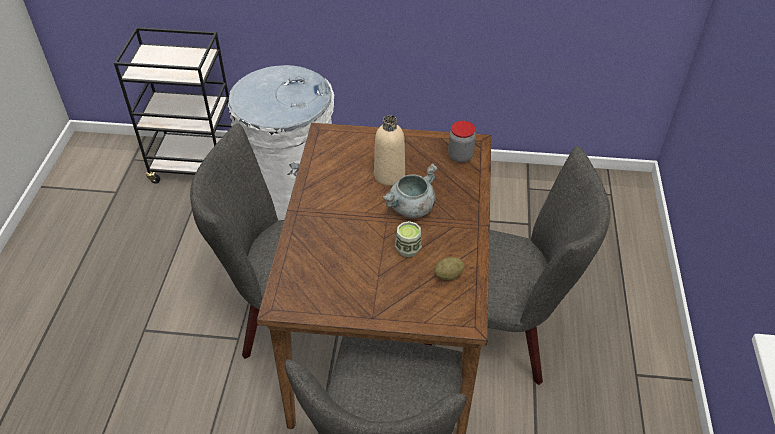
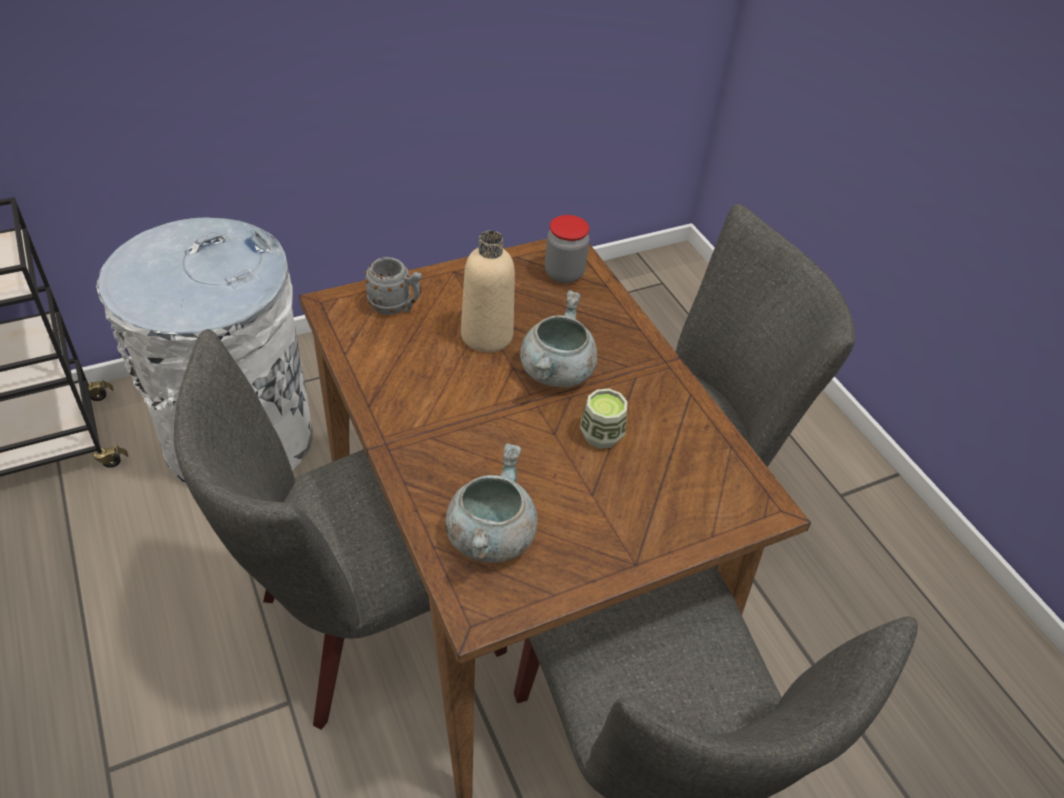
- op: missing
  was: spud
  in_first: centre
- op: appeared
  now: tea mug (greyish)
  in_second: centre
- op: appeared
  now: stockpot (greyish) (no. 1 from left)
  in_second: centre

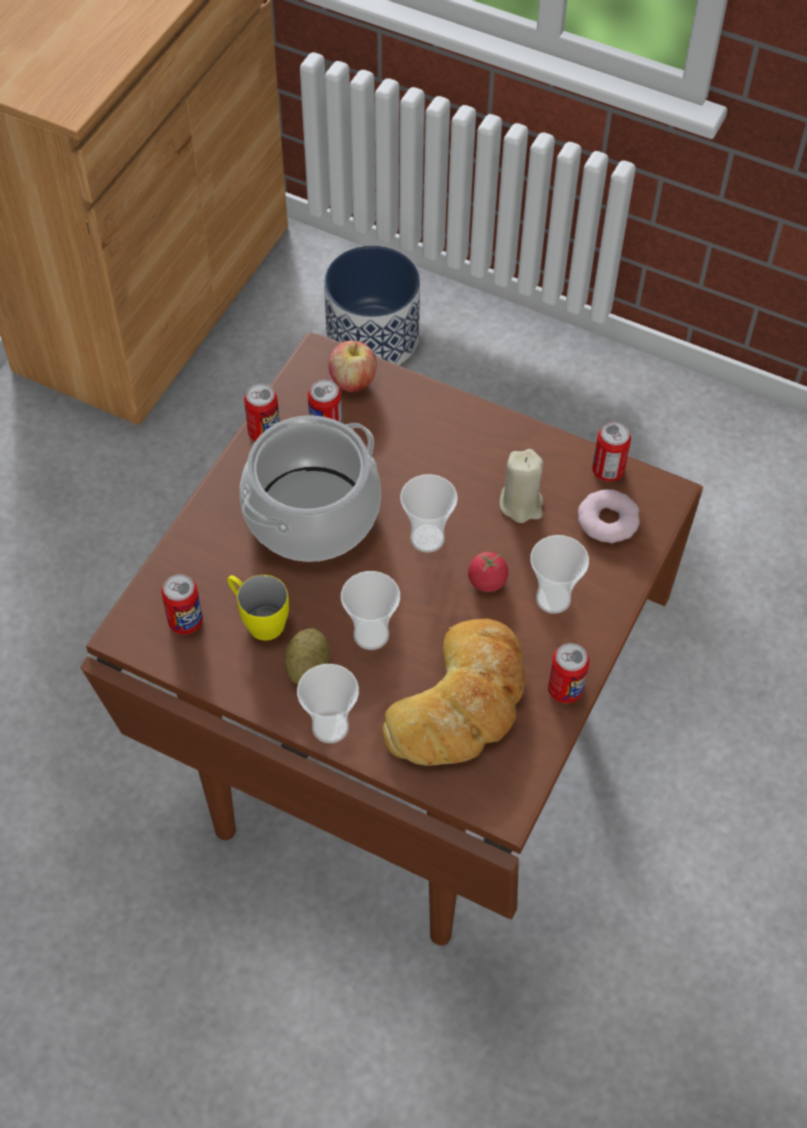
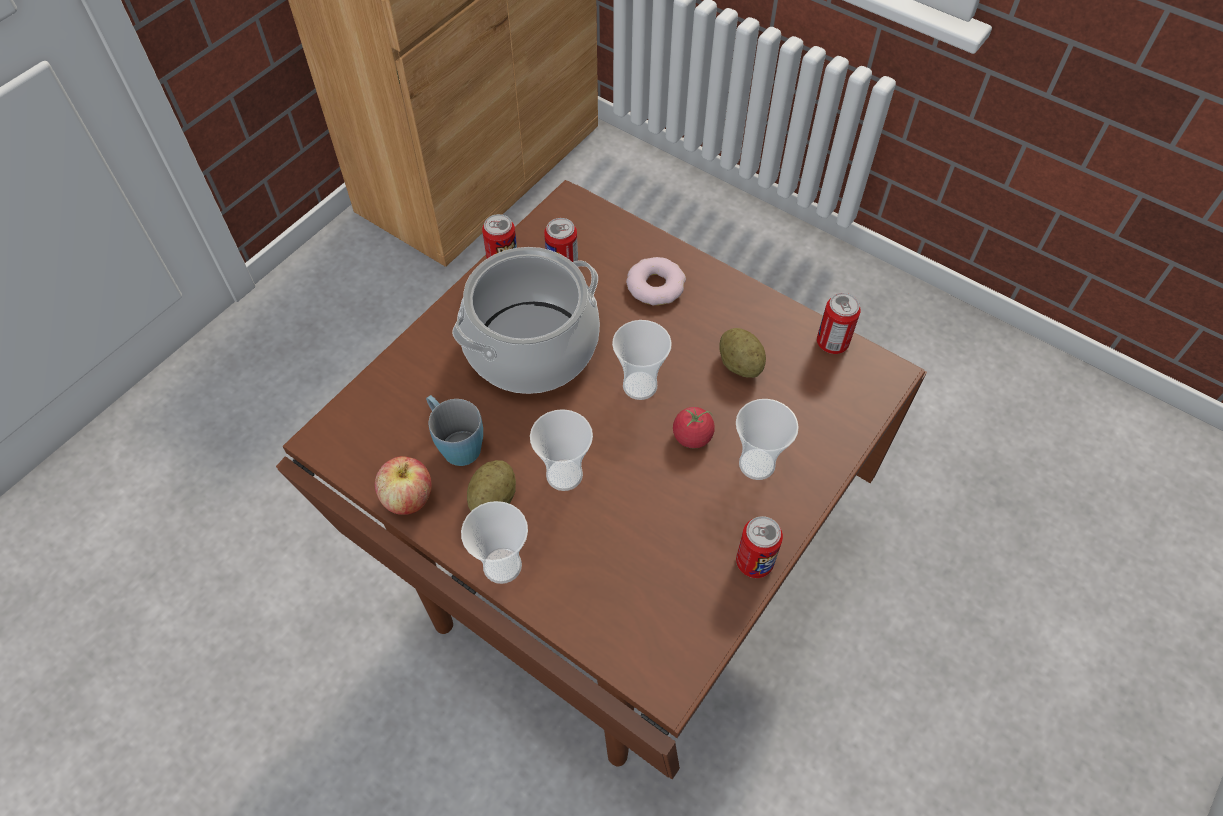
- op: missing
  was: flower pot
  in_first: top centre
- op: relocated
  was: whole apple
  in_first: top centre
  in_second: middle left
- op: exchanged
  was: candle (beige)
  now: spud (no. 2 from left)
  in_first: centre
  in_second: centre
- op: relocated
  was: ring doughnut
  in_first: middle right
  in_second: centre
- op: missing
  was: metal can (no. 1 from left)
  in_first: middle left
- op: colour
  was: tea mug (yellowish)
  now: tea mug (bluish)
  in_first: middle left
  in_second: centre
- op: missing
  was: baked bread
  in_first: centre

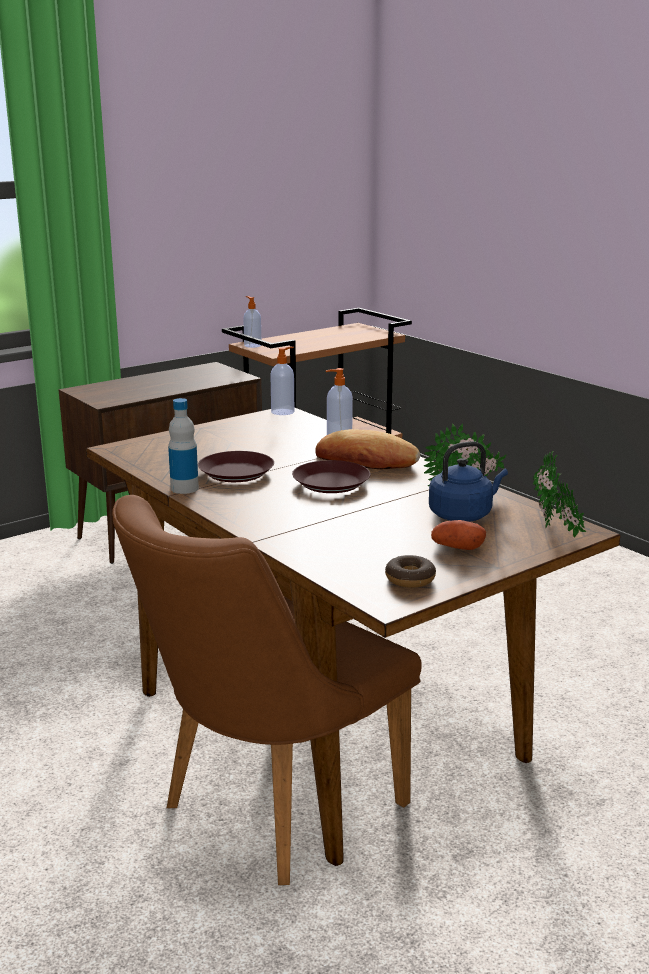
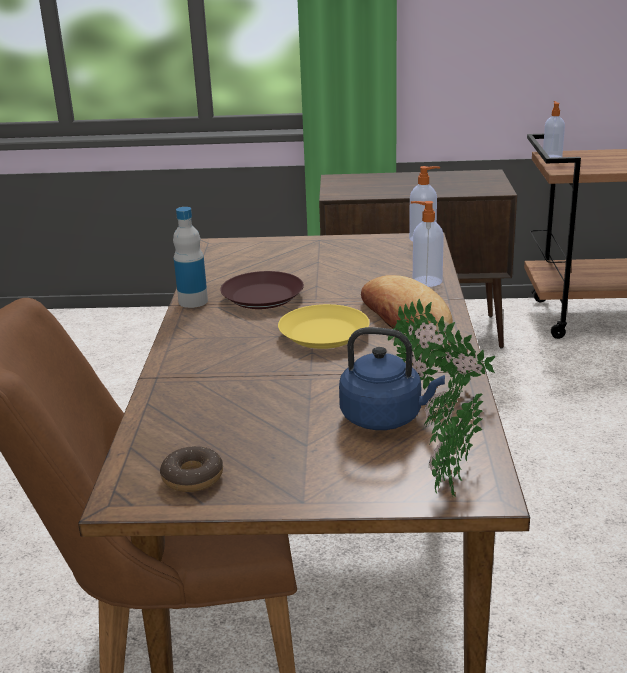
- op: colour
  was: flat dish (brown) (no. 2 from left)
  now: flat dish (yellowish)
  in_first: centre
  in_second: centre
- op: missing
  was: spud
  in_first: middle right

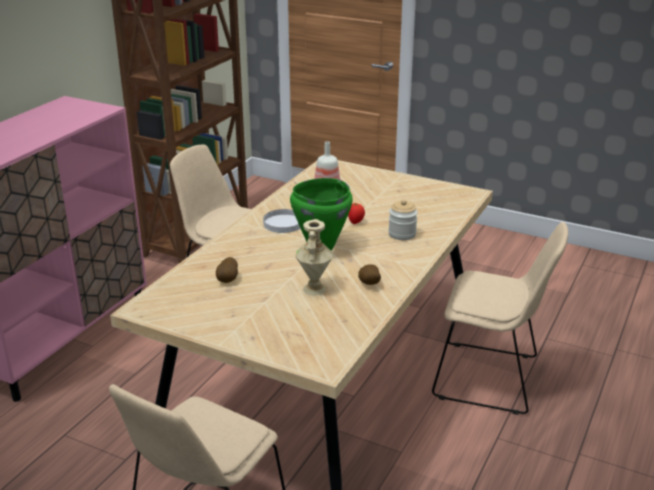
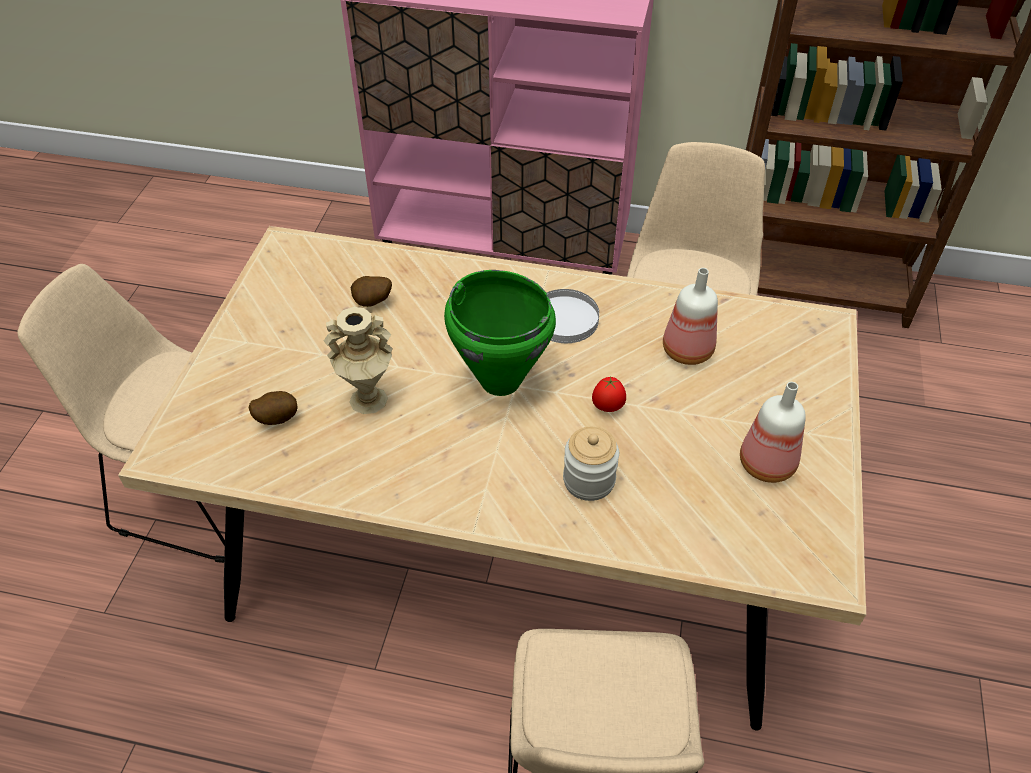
- op: relocated
  was: spud (no. 2 from left in the first image)
  now: spud (no. 1 from left)
  in_first: centre
  in_second: middle left
- op: appeared
  now: beverage bottle (no. 2 from left)
  in_second: middle right

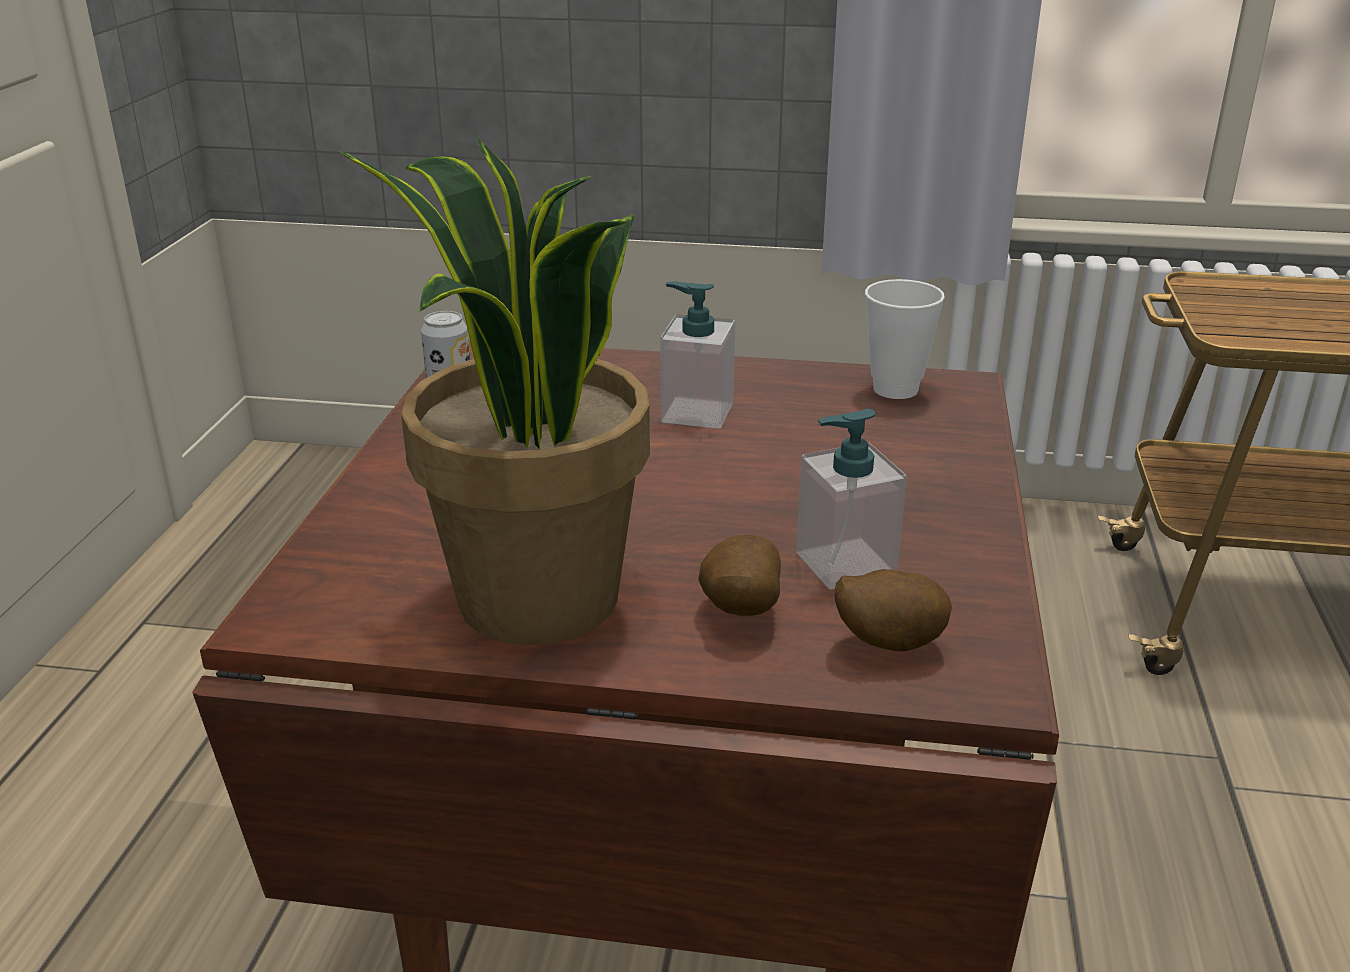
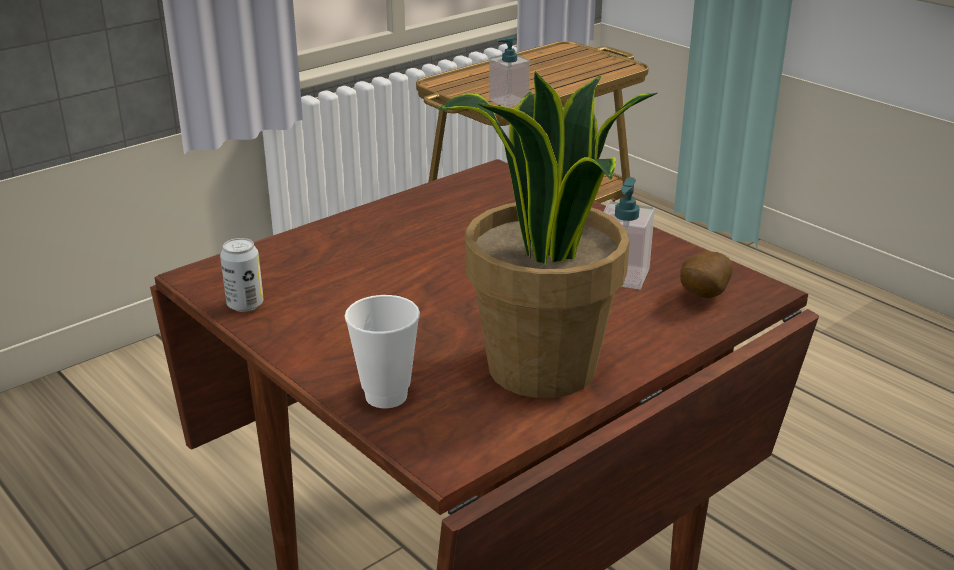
- op: relocated
  was: small cup
  in_first: middle right
  in_second: centre
- op: relocated
  was: liquid soap bottle (no. 1 from left)
  in_first: centre
  in_second: top centre
- op: missing
  was: spud (no. 1 from left)
  in_first: centre

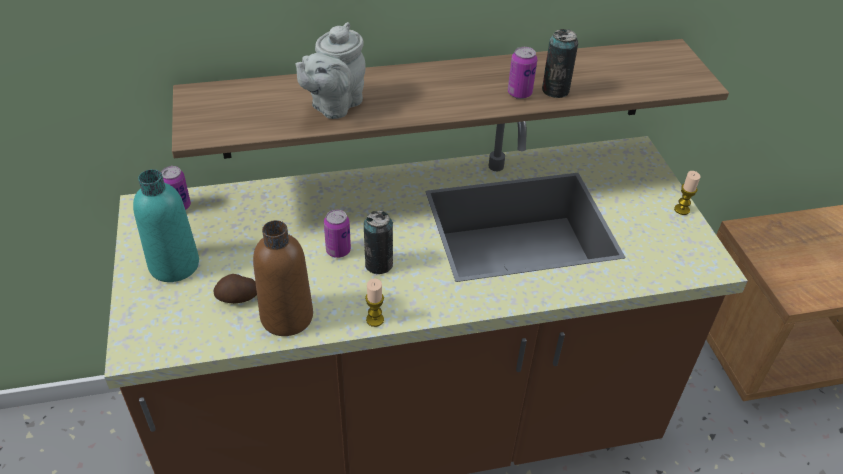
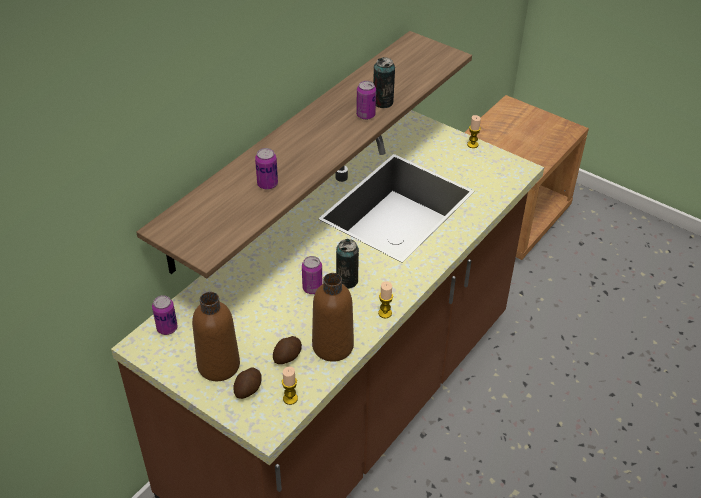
- op: exchanged
  was: teapot (greyish)
  now: metal can (no. 2 from left)
  in_first: top centre
  in_second: centre
- op: colour
  was: beverage bottle (turquoise-coloured)
  now: beverage bottle (brown) (no. 1 from left)
  in_first: middle left
  in_second: bottom left
- op: appeared
  now: candle (no. 1 from left)
  in_second: bottom centre
- op: appeared
  now: spud (no. 1 from left)
  in_second: bottom centre

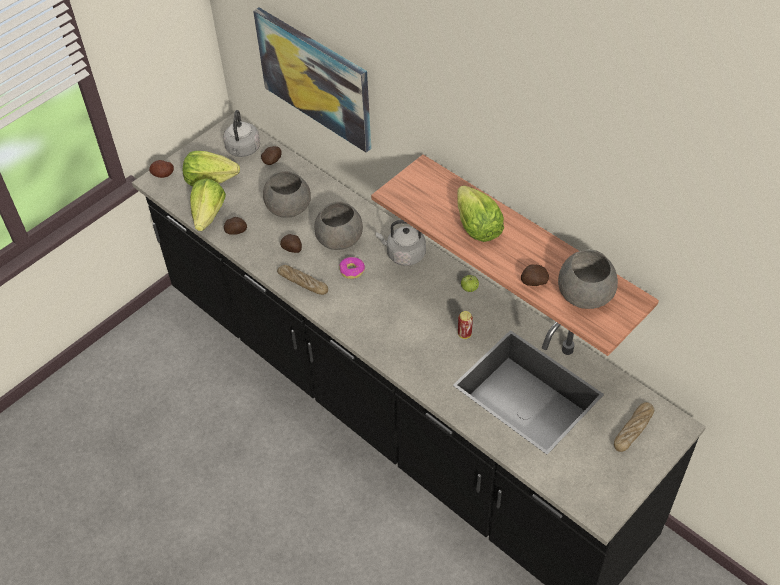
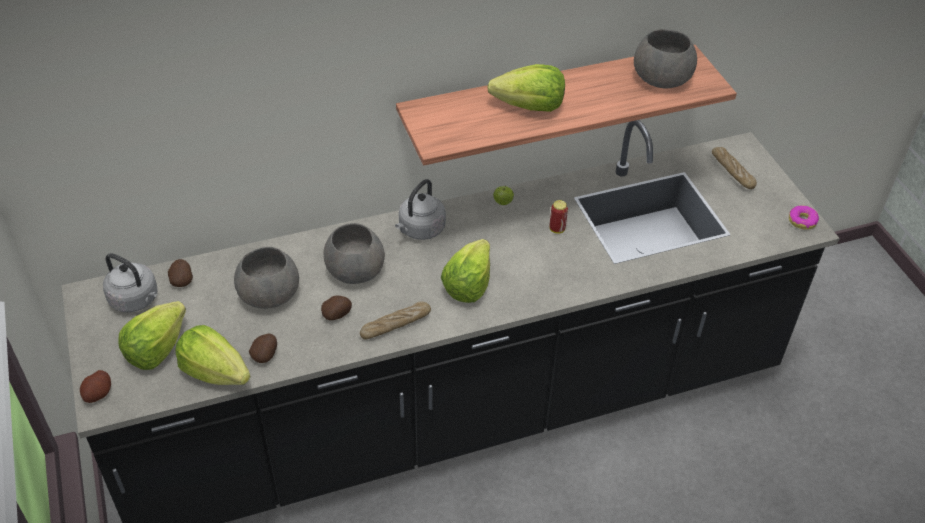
- op: missing
  was: wall art
  in_first: top centre
- op: relocated
  was: ring doughnut
  in_first: centre
  in_second: middle right
- op: missing
  was: spud (no. 5 from left)
  in_first: middle right
- op: appeared
  now: lettuce (no. 3 from left)
  in_second: centre

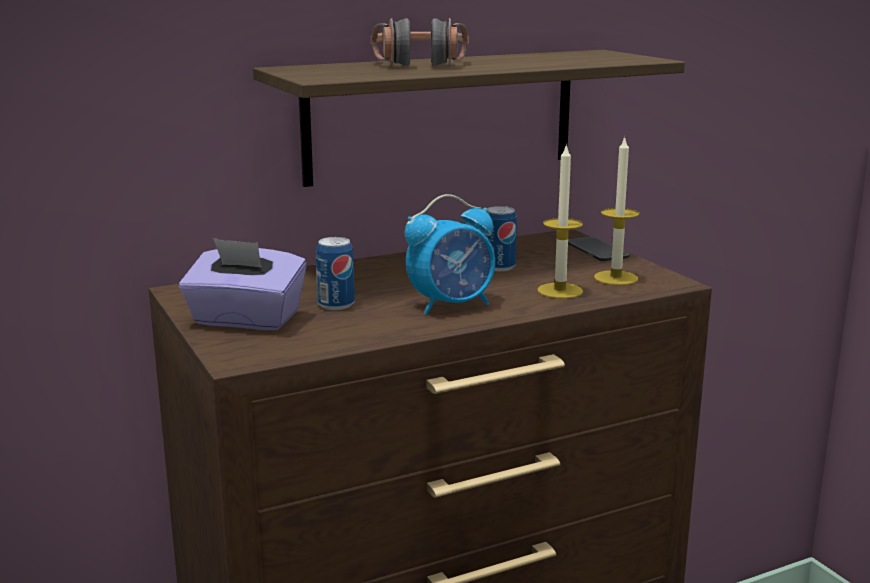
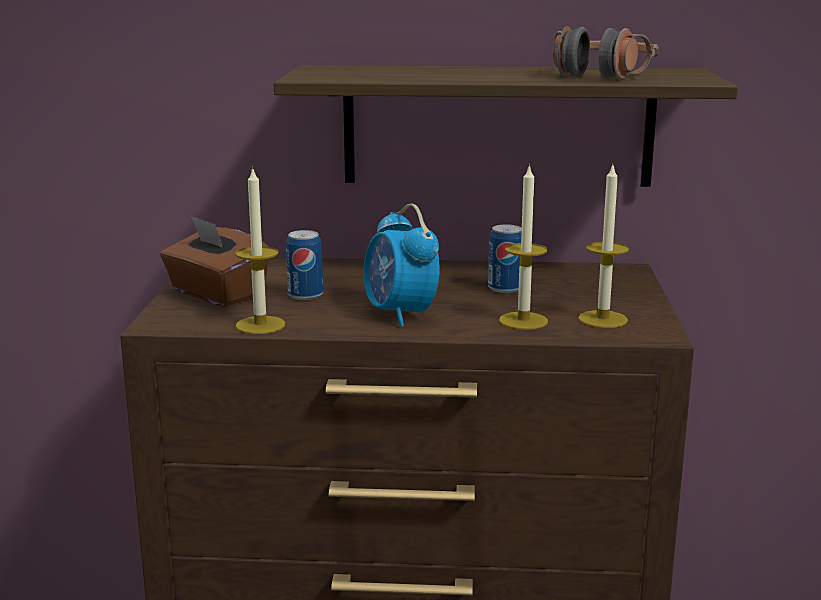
- op: relocated
  was: headset
  in_first: top centre
  in_second: top right
- op: spun
  was: table clock
  in_first: centre
  in_second: centre
  clockwise: 60
- op: missing
  was: phone
  in_first: middle right
- op: colour
  was: box of tissues (purplish)
  now: box of tissues (brown)
  in_first: middle left
  in_second: middle left
- op: appeared
  now: candle (no. 1 from left)
  in_second: middle left

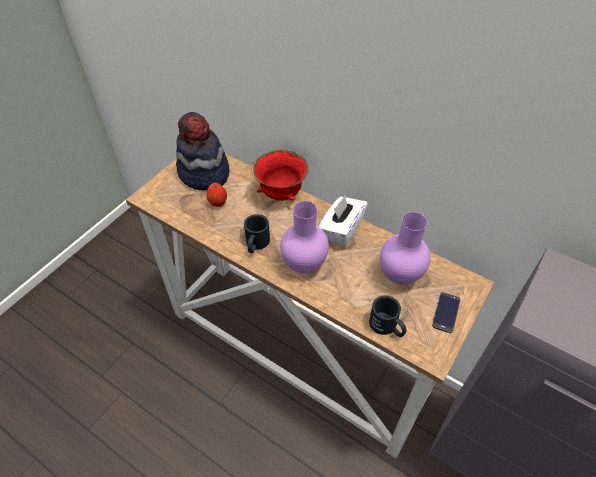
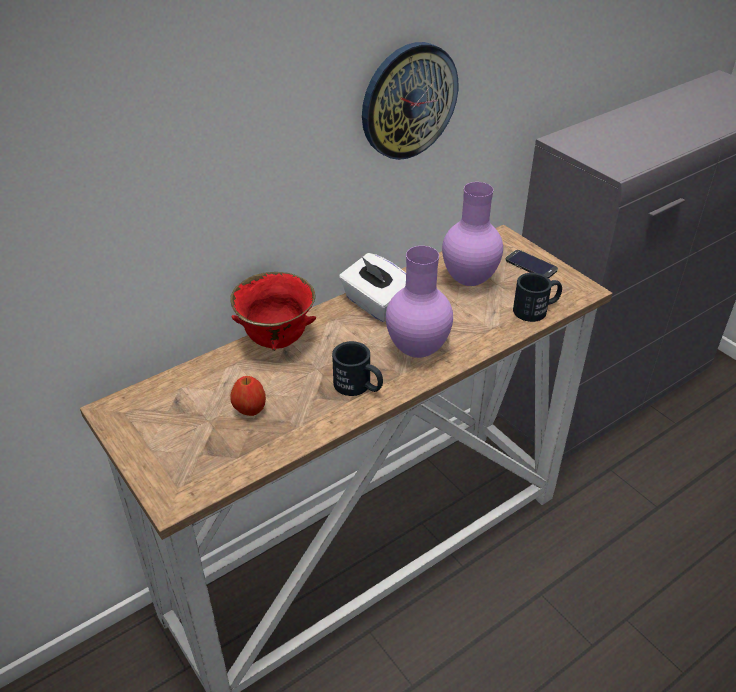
- op: missing
  was: clothing hat
  in_first: top centre
- op: appeared
  now: hanging clock
  in_second: top centre

